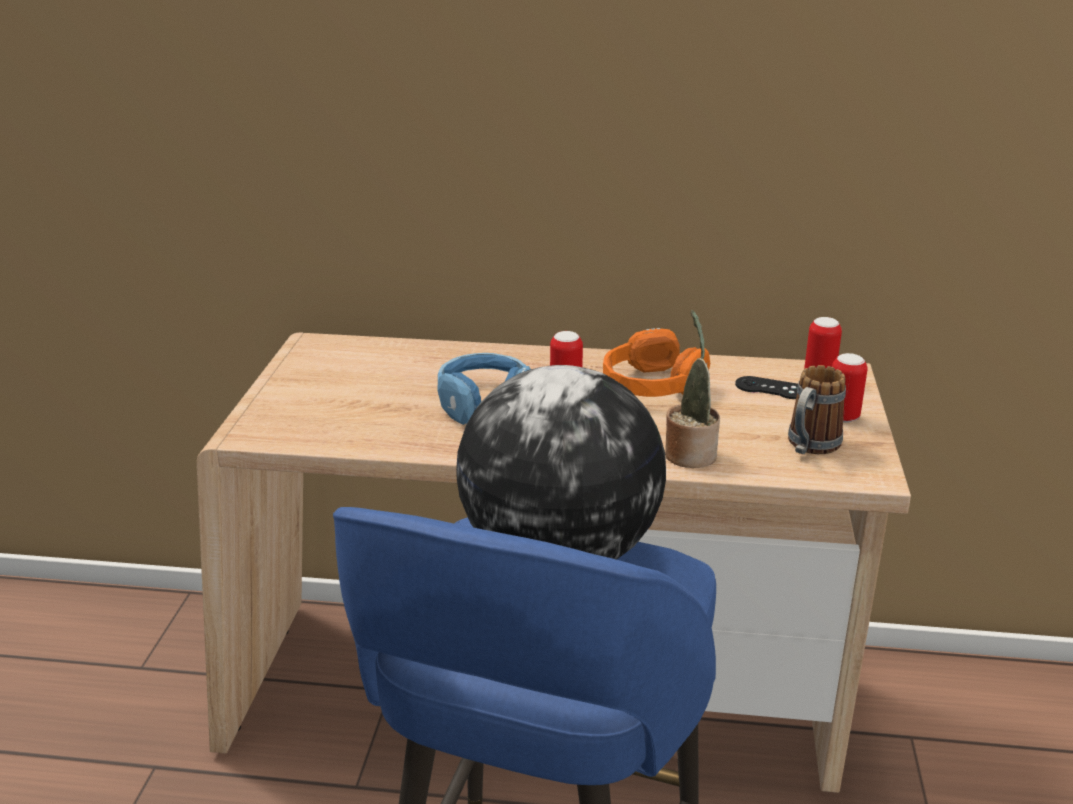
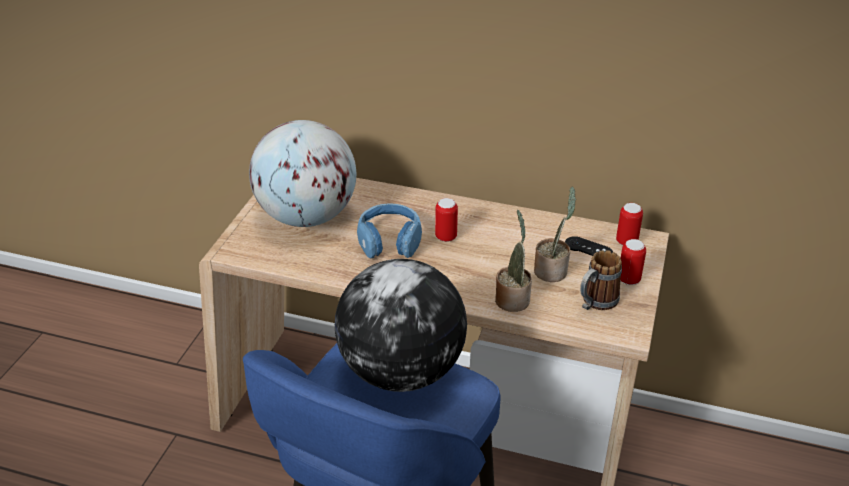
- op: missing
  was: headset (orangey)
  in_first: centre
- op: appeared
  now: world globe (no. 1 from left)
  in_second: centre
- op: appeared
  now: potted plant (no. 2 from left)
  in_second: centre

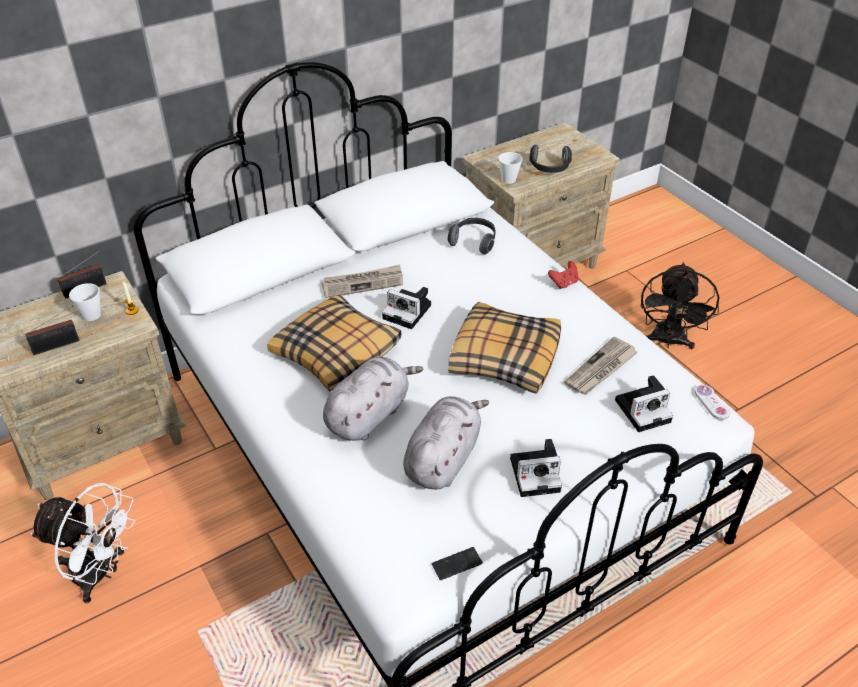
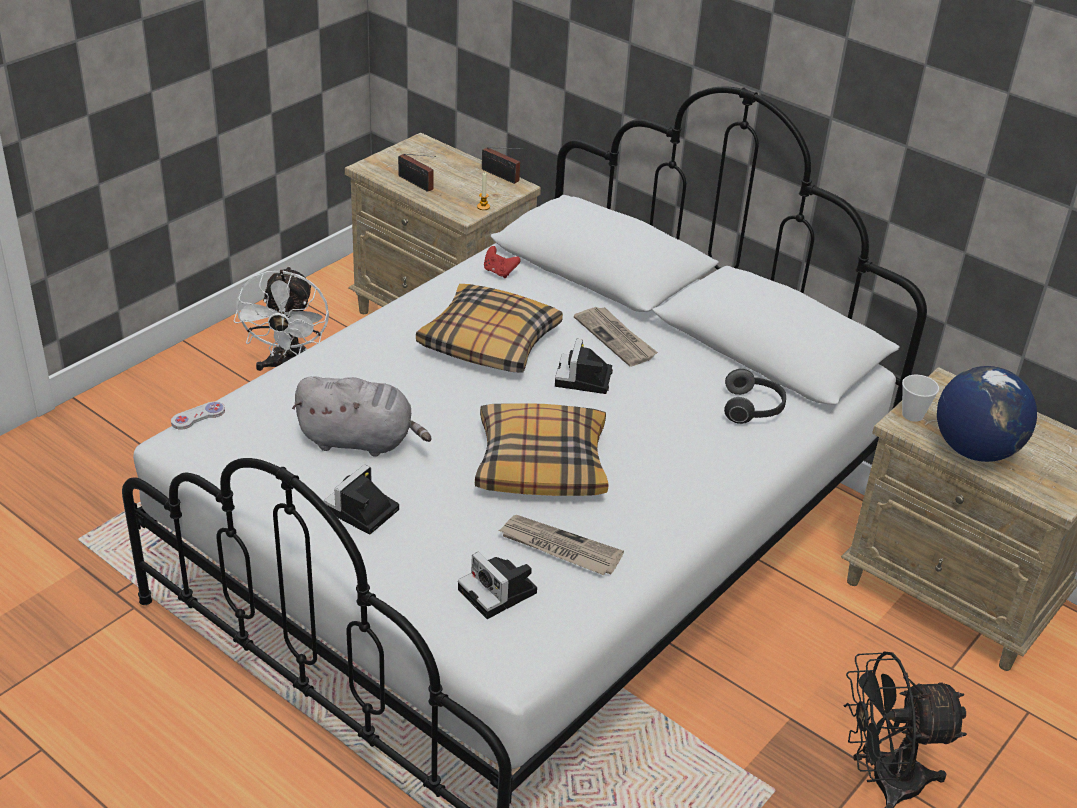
- op: exchanged
  was: headset (no. 2 from left)
  now: world globe
  in_first: top centre
  in_second: middle right
- op: relocated
  was: joypad (red)
  in_first: centre
  in_second: top centre
- op: missing
  was: small cup (no. 1 from left)
  in_first: middle left
- op: missing
  was: plush toy (greyish) (no. 1 from left)
  in_first: centre
- op: relocated
  was: joypad (white)
  in_first: middle right
  in_second: middle left
- op: spun
  was: still camera (no. 2 from left in the first image)
  in_first: bottom centre
  in_second: centre
  clockwise: 60
- op: missing
  was: phone
  in_first: bottom centre

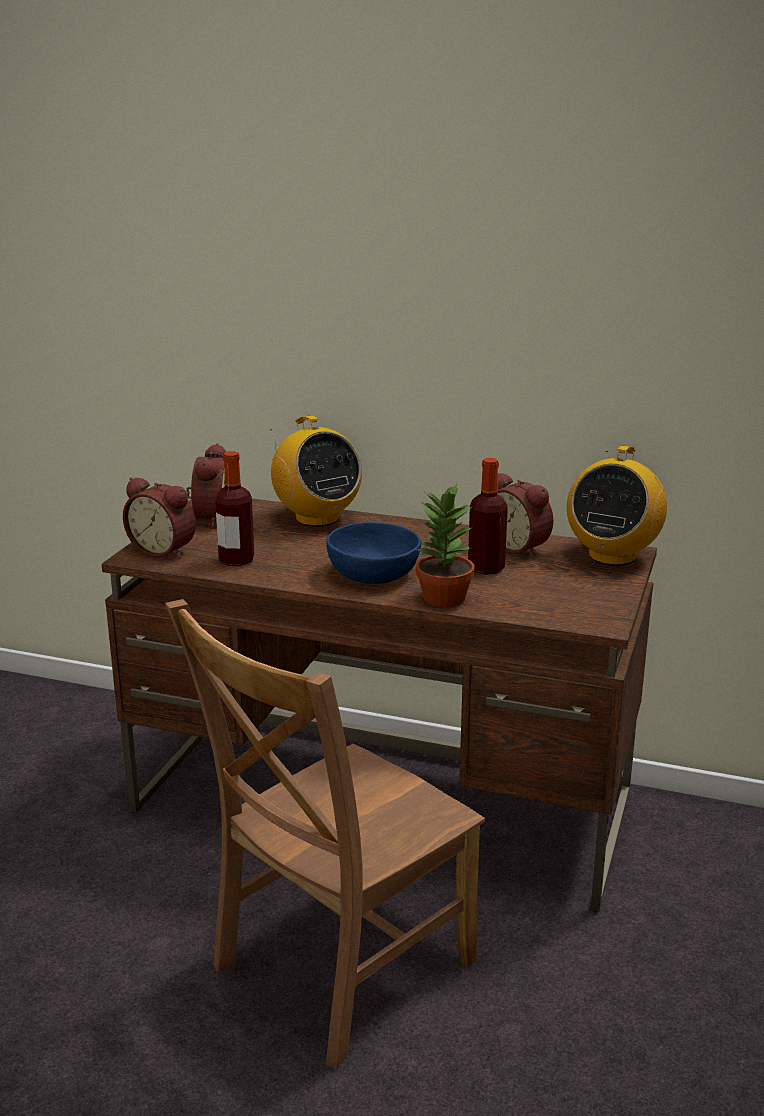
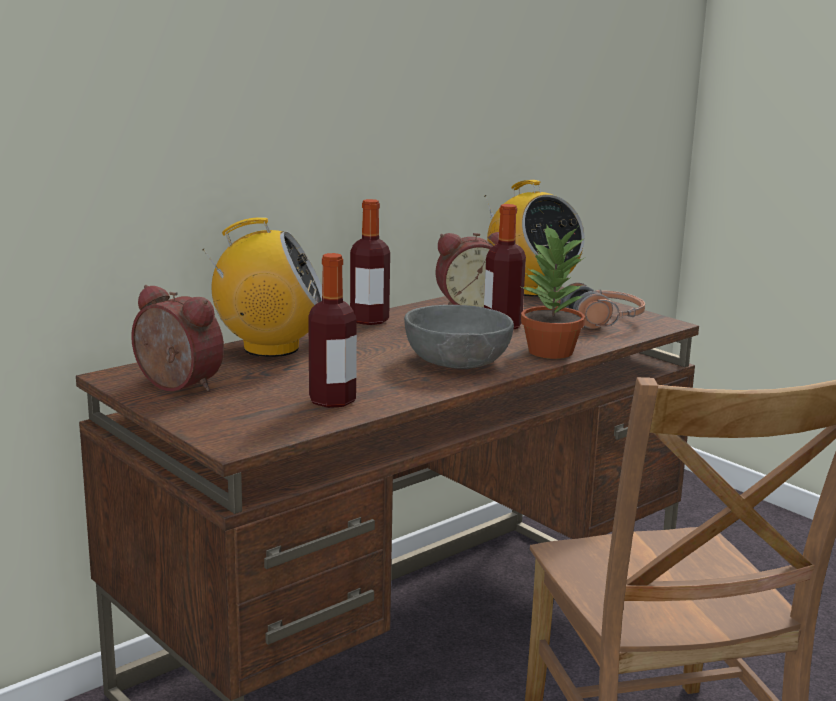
- op: missing
  was: table clock (no. 1 from left)
  in_first: middle left
- op: colour
  was: bowl (bluish)
  now: bowl (greyish)
  in_first: centre
  in_second: centre
- op: appeared
  now: beverage bottle (no. 2 from left)
  in_second: centre
- op: appeared
  now: headset
  in_second: middle right

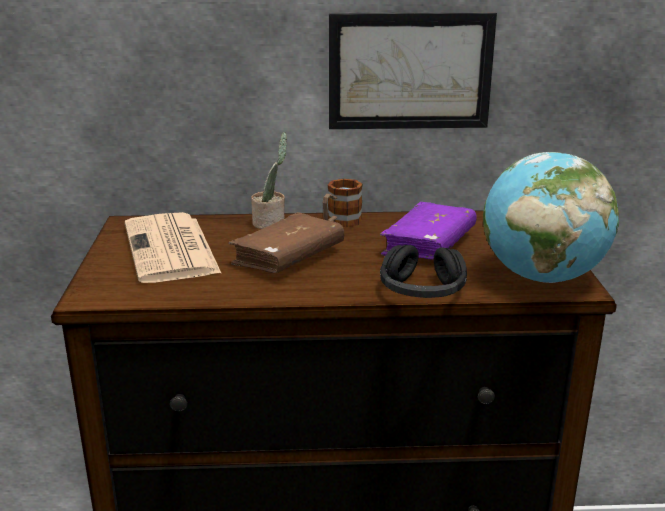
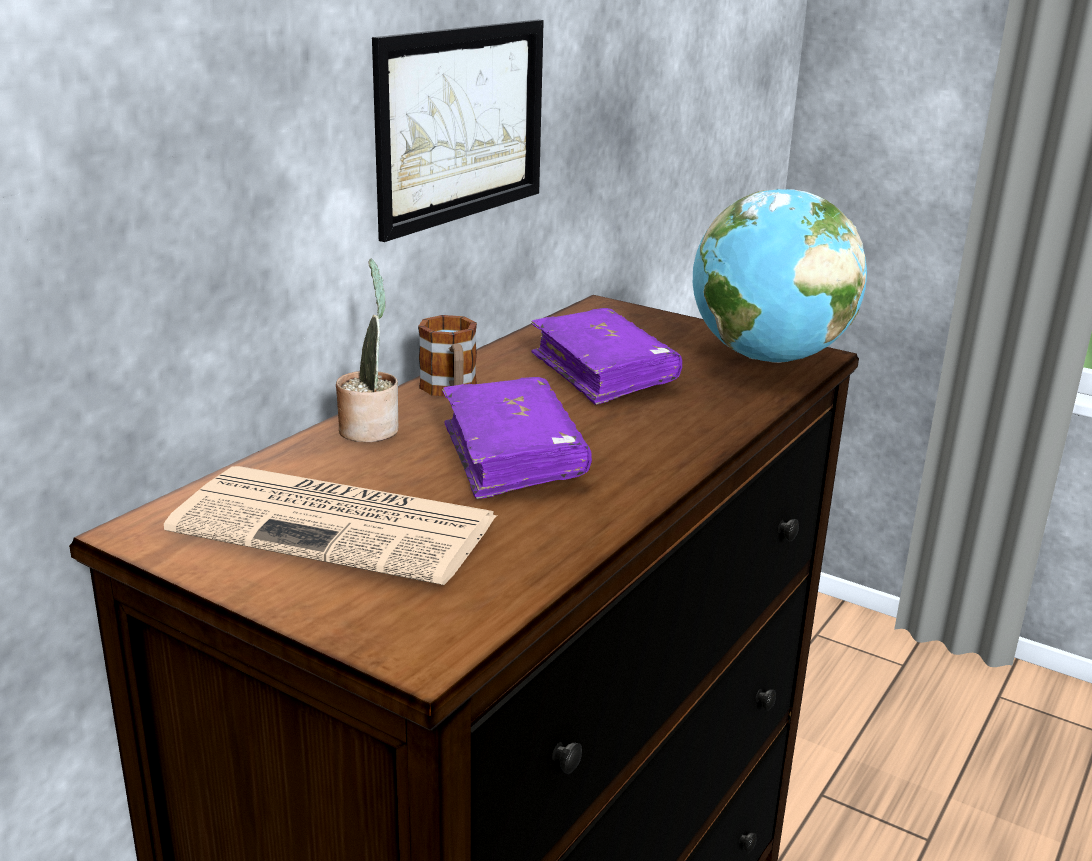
- op: colour
  was: book (brown)
  now: book (purplish) (no. 1 from left)
  in_first: centre
  in_second: centre
- op: missing
  was: headset (black)
  in_first: centre

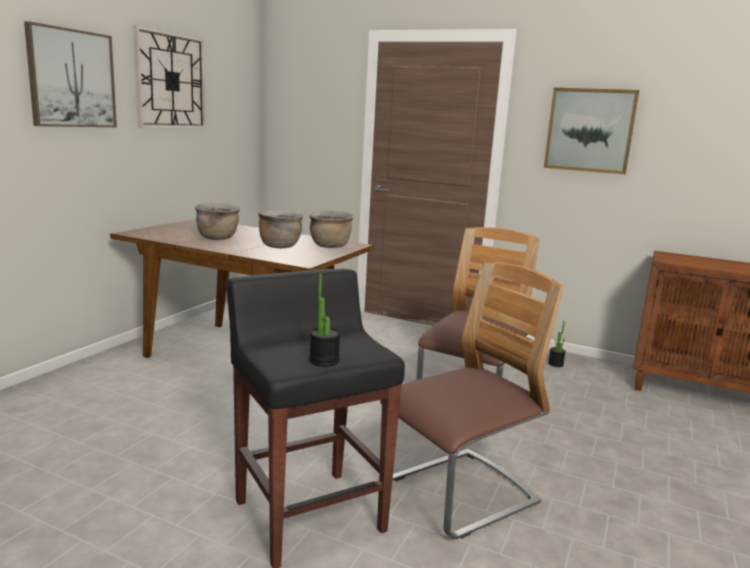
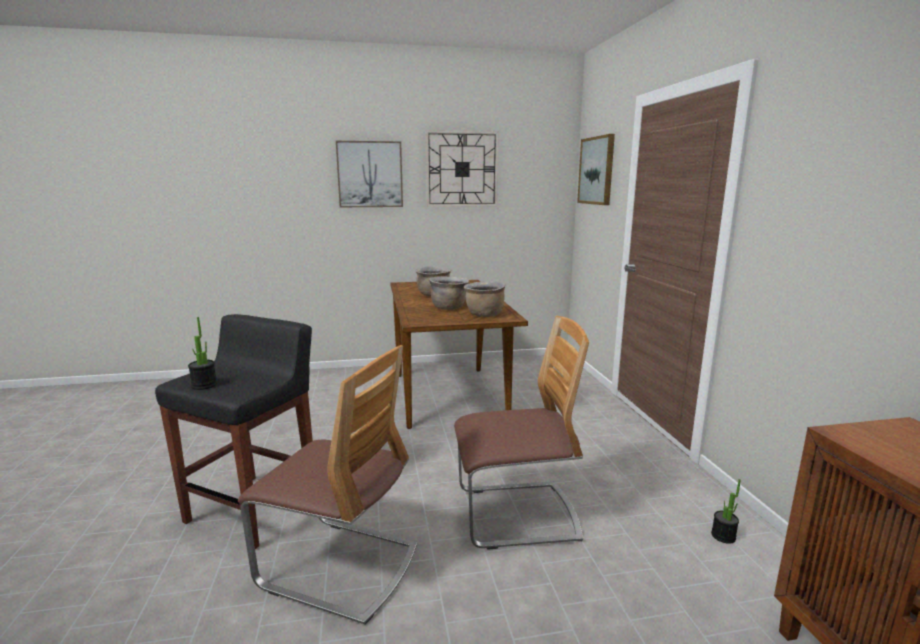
- op: relocated
  was: wall art (no. 2 from left)
  in_first: top right
  in_second: top centre

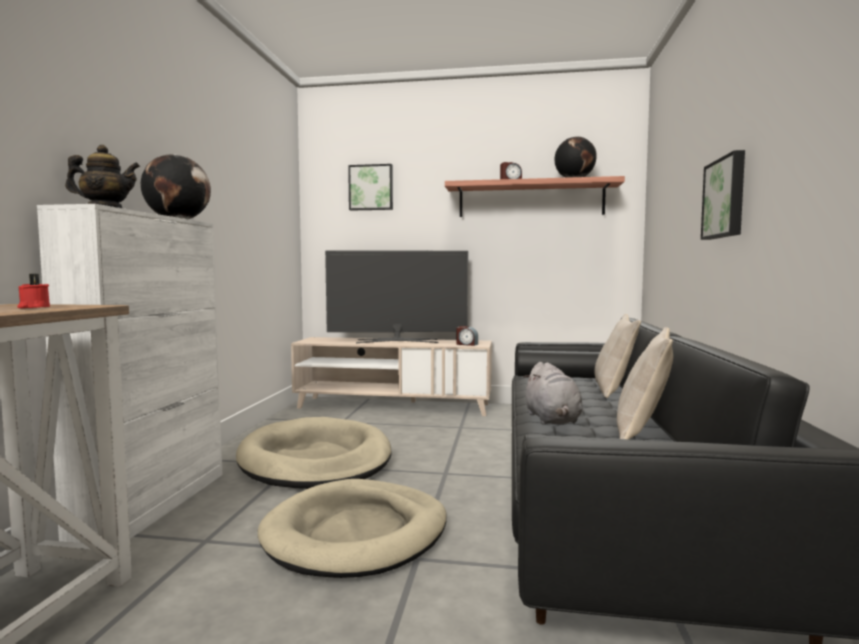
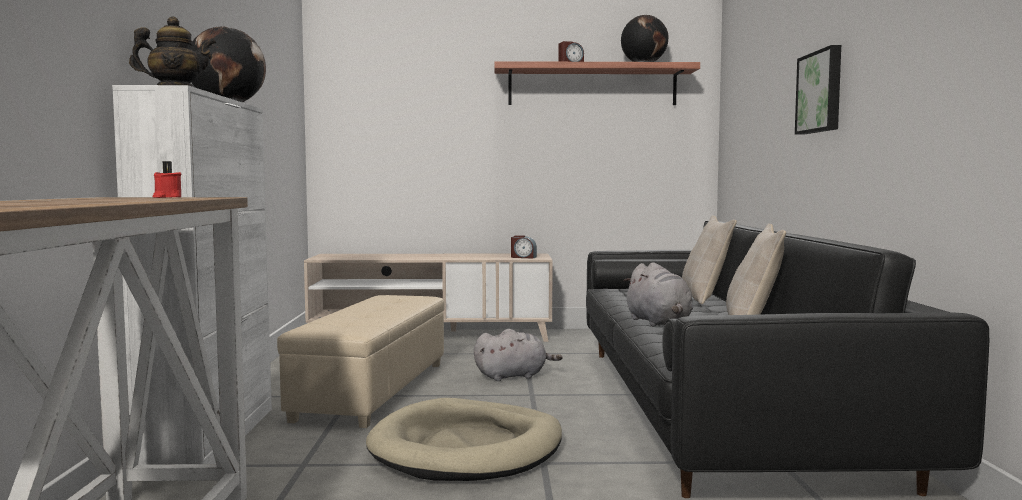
- op: missing
  was: wall art (no. 1 from left)
  in_first: top centre
- op: missing
  was: TV
  in_first: centre
- op: exchanged
  was: pet bed (beige) (no. 1 from left)
  now: pouffe (beige)
  in_first: bottom centre
  in_second: bottom centre
- op: appeared
  now: plush toy (greyish) (no. 1 from left)
  in_second: bottom centre

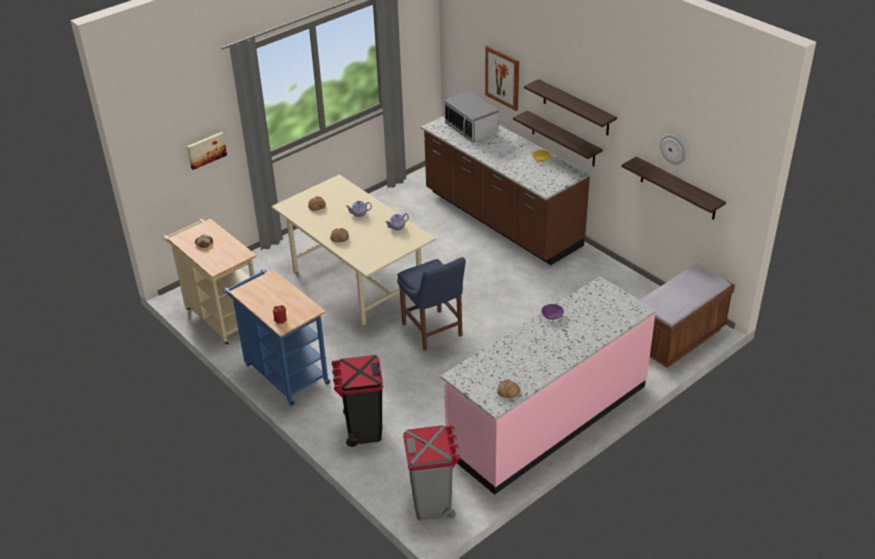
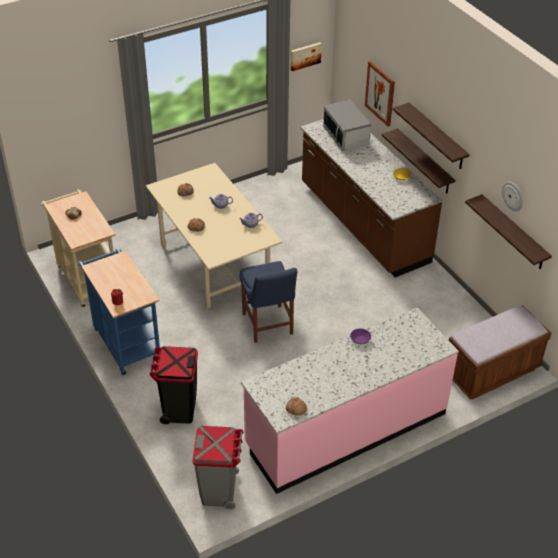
- op: relocated
  was: wall art (no. 1 from left)
  in_first: top left
  in_second: top centre

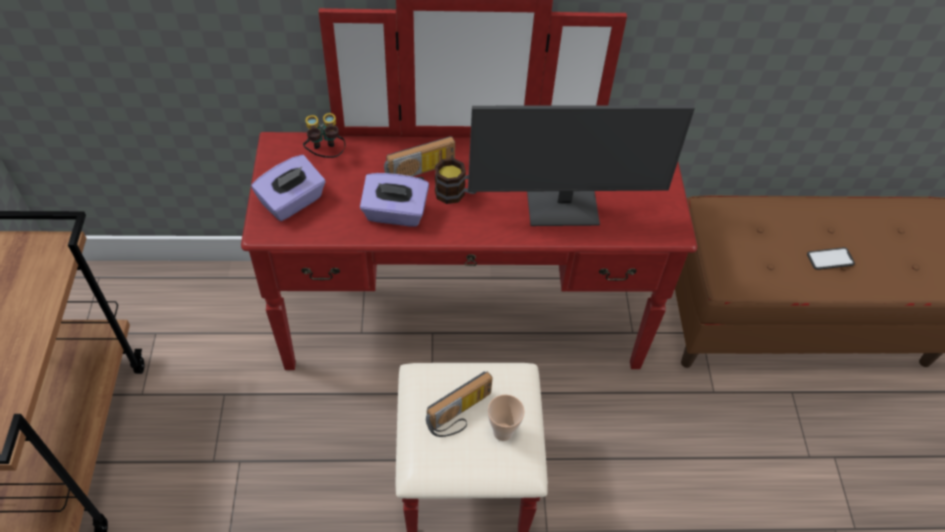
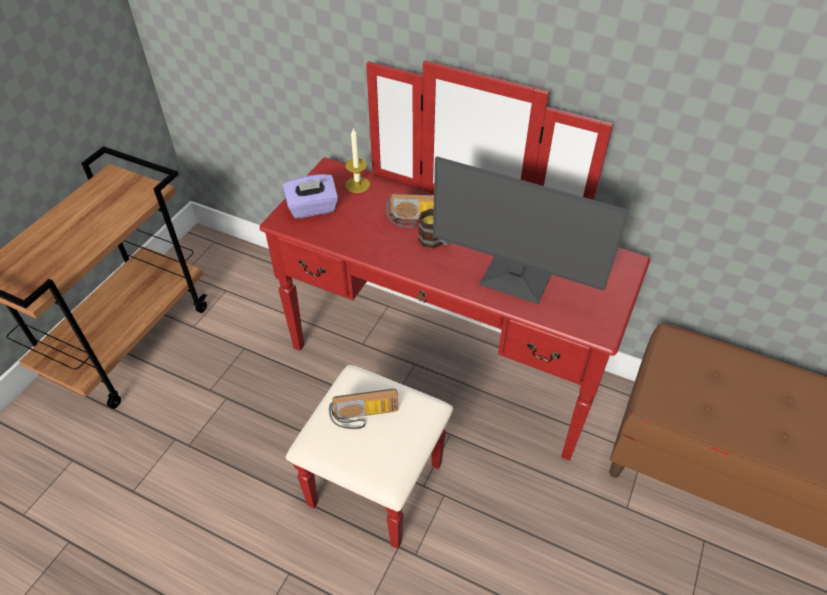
- op: exchanged
  was: field glasses
  now: candle
  in_first: top centre
  in_second: top centre
- op: missing
  was: box of tissues (purplish) (no. 2 from left)
  in_first: centre
- op: missing
  was: phone
  in_first: middle right
- op: missing
  was: small cup
  in_first: bottom centre

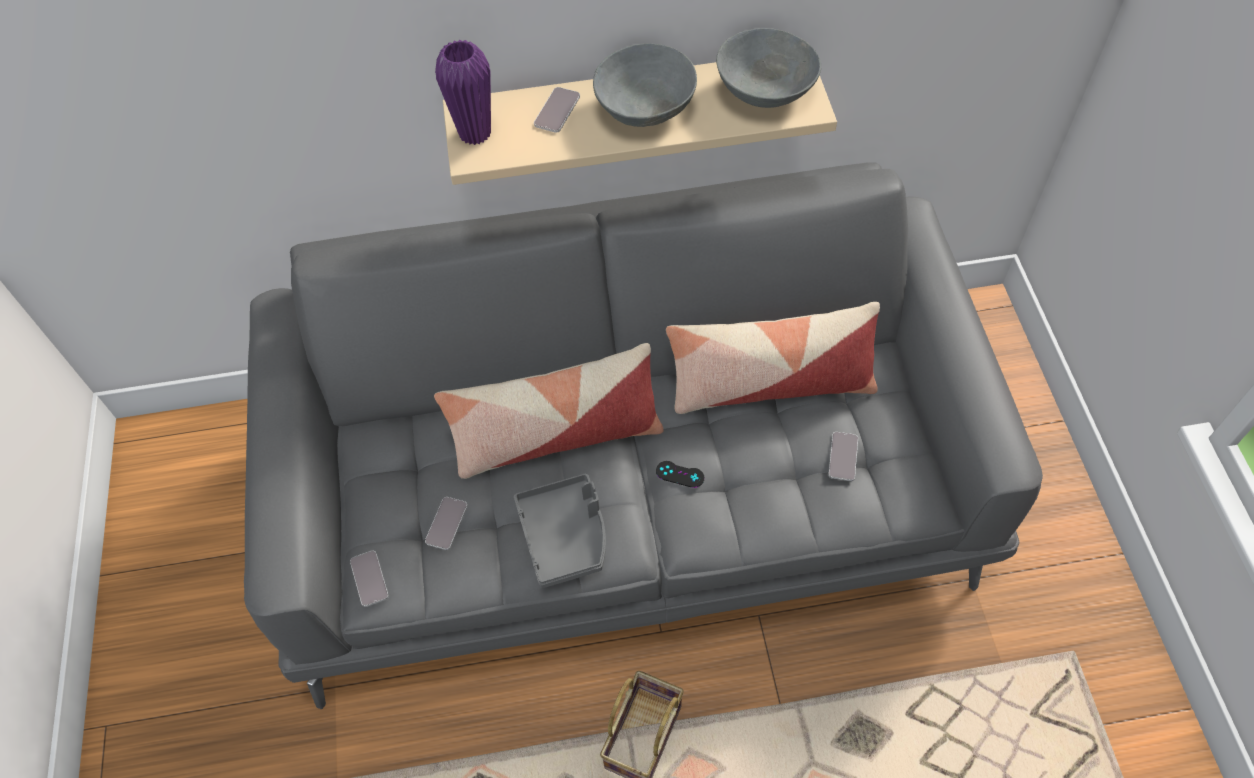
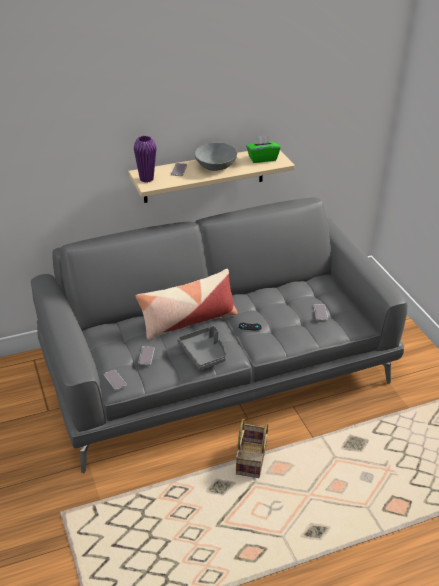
- op: exchanged
  was: bowl (greyish) (no. 2 from left)
  now: box of tissues (green-coloured)
  in_first: top centre
  in_second: top centre
- op: missing
  was: cushion (no. 2 from left)
  in_first: centre

